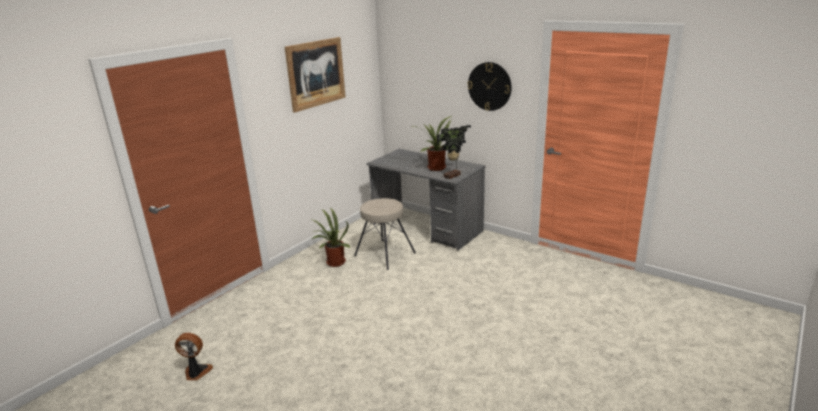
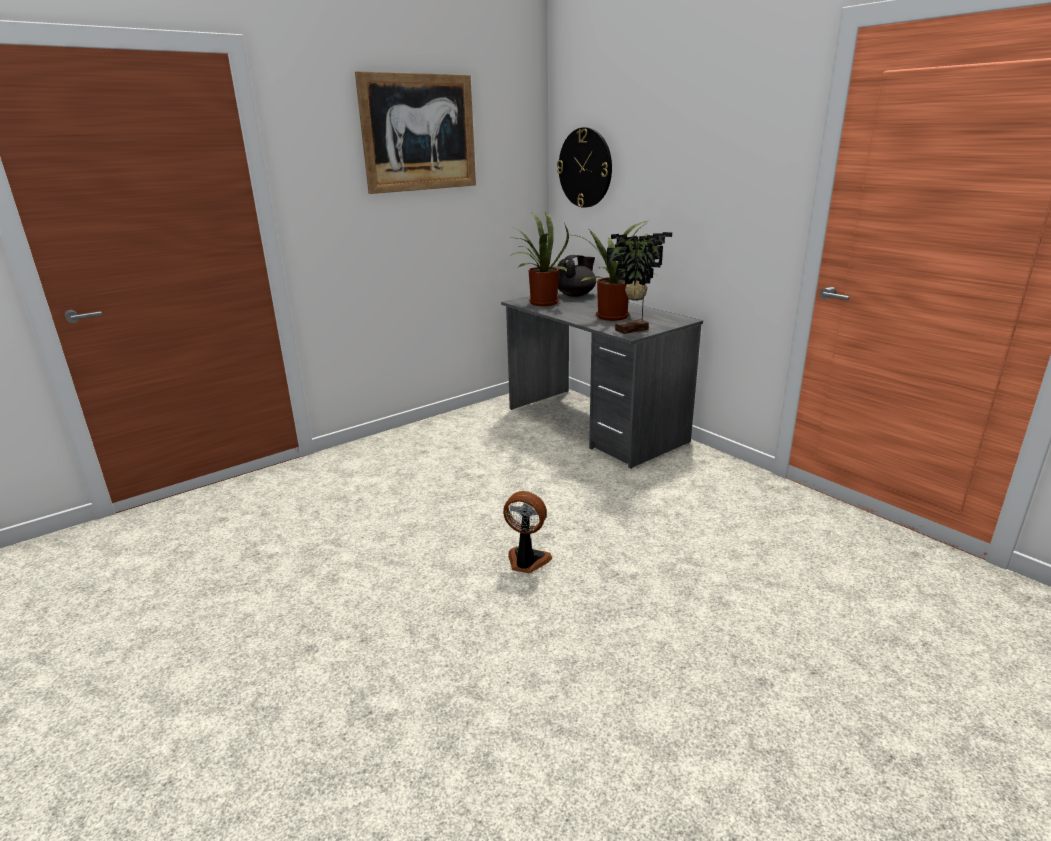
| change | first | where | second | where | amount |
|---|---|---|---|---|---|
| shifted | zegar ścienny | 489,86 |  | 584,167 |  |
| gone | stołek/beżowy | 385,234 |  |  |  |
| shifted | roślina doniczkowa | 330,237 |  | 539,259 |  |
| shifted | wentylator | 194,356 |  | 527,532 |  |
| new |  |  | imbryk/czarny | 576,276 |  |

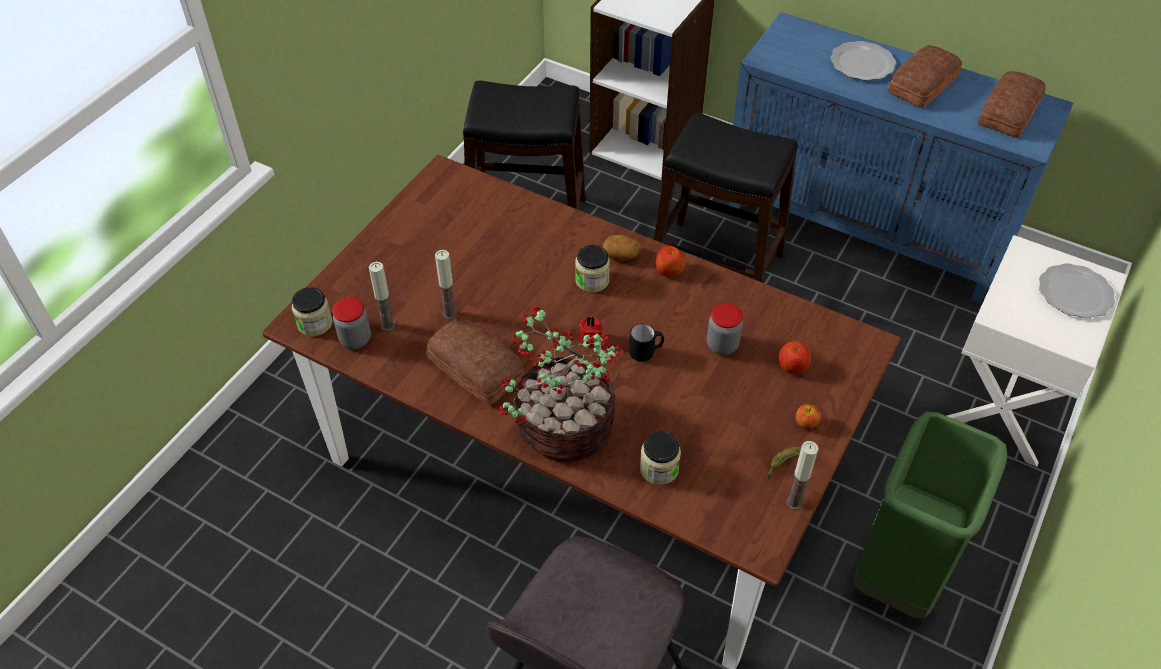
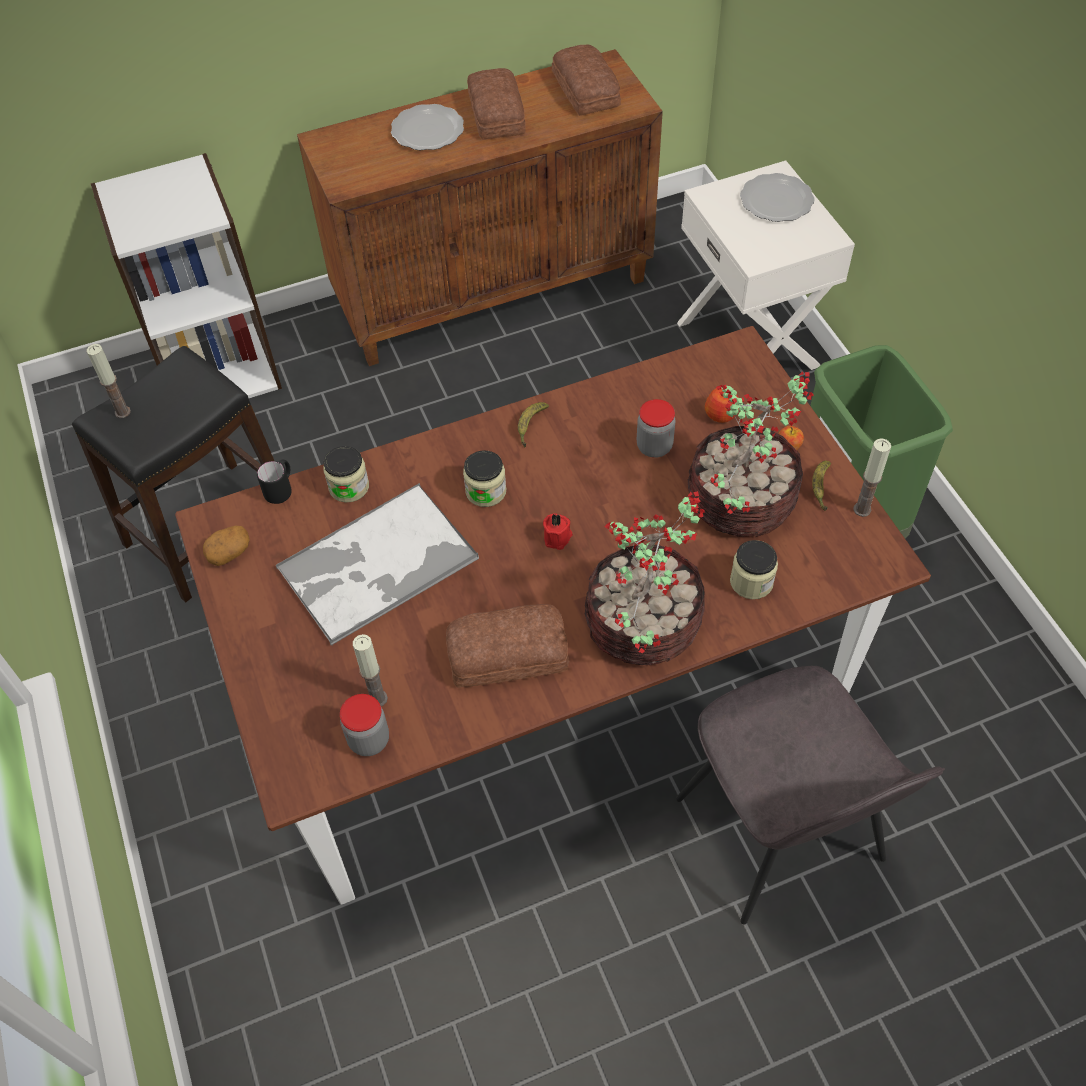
| change | first | where | second | where | amount |
|---|---|---|---|---|---|
| repainted | szafka/niebieski | 901,158 | szafka/brązowy | 480,207 |  |
| gone | stołek/czarny | 726,197 |  |  |  |
| shifted | ziemniak | 621,247 |  | 226,545 |  |
| swapped | jabłko | 670,261 | banan | 533,424 |  |
| shifted | świeca | 446,284 |  | 109,381 |  |
| shifted | słoik | 312,311 |  | 346,474 |  |
| shifted | kubek/czarny | 646,343 |  | 274,481 |  |
| new |  |  | roślina doniczkowa | 751,454 |  |
| new |  |  | taca | 377,564 |  |

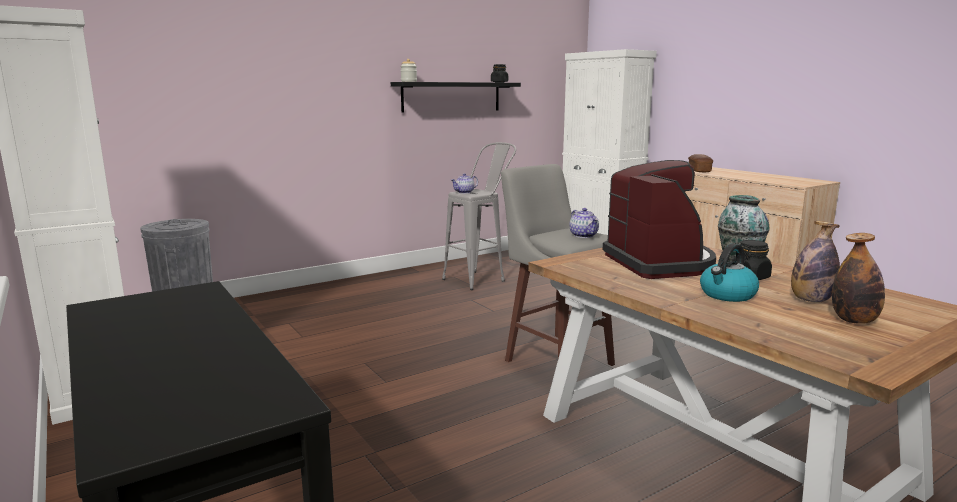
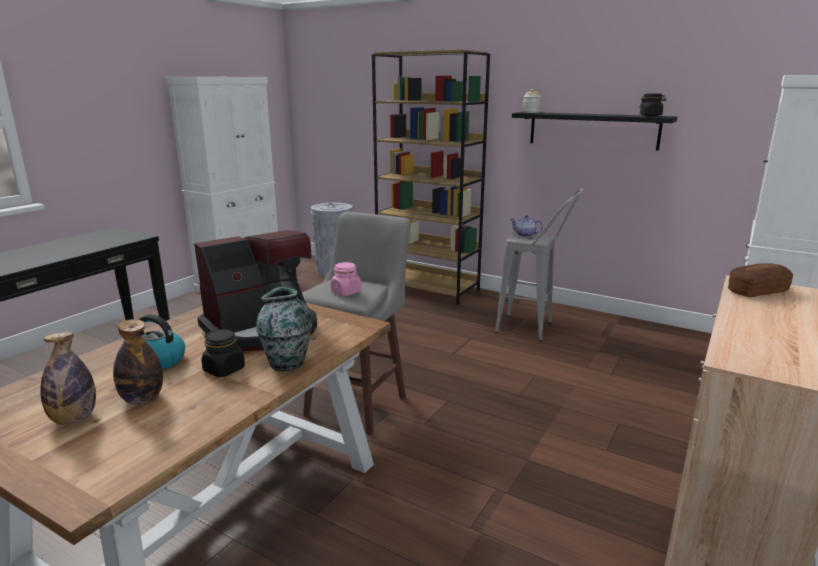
| change | first | where | second | where | amount |
|---|---|---|---|---|---|
| swapped | imbryk | 584,223 | słoik/różowy | 346,279 |  |
| new |  |  | regał/brązowy | 431,177 |  |

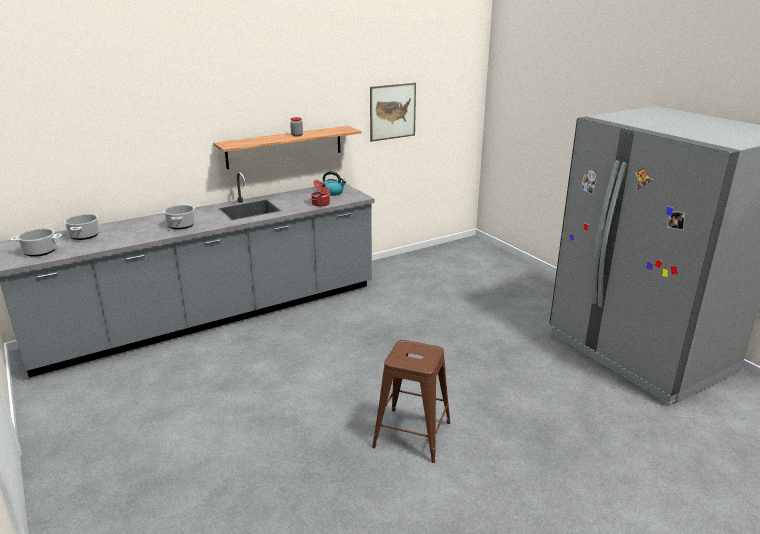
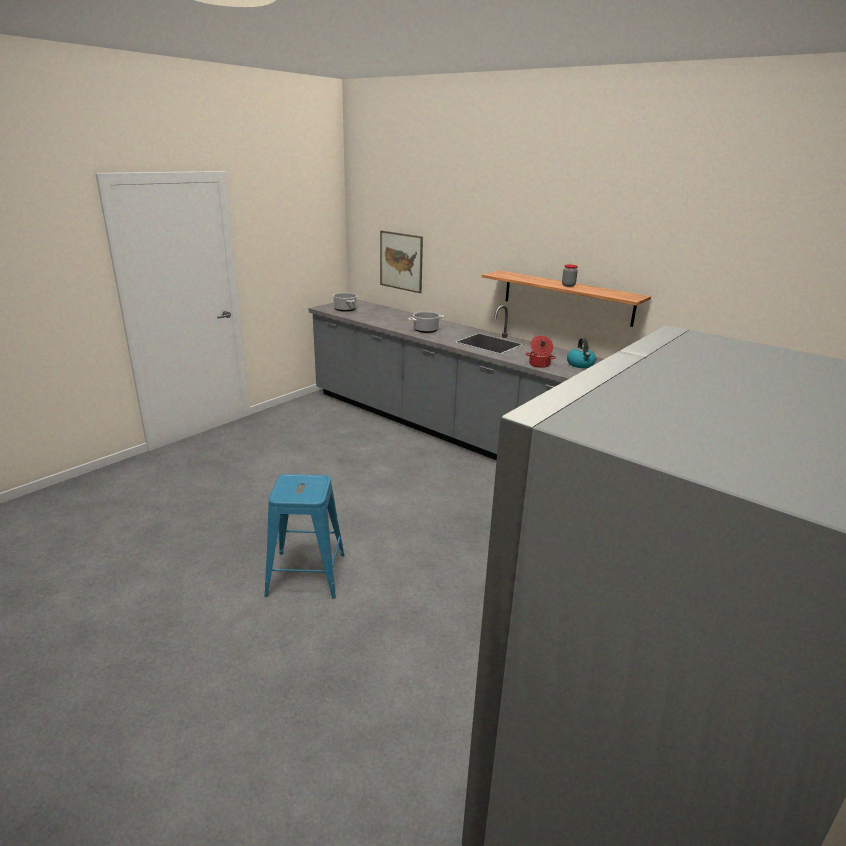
| change | first | where | second | where | amount |
|---|---|---|---|---|---|
| shifted | obraz | 393,112 |  | 401,262 |  |
| gone | garnek | 82,227 |  |  |  |
| repainted | stołek/brązowy | 411,401 | stołek/niebieski | 304,536 |  |

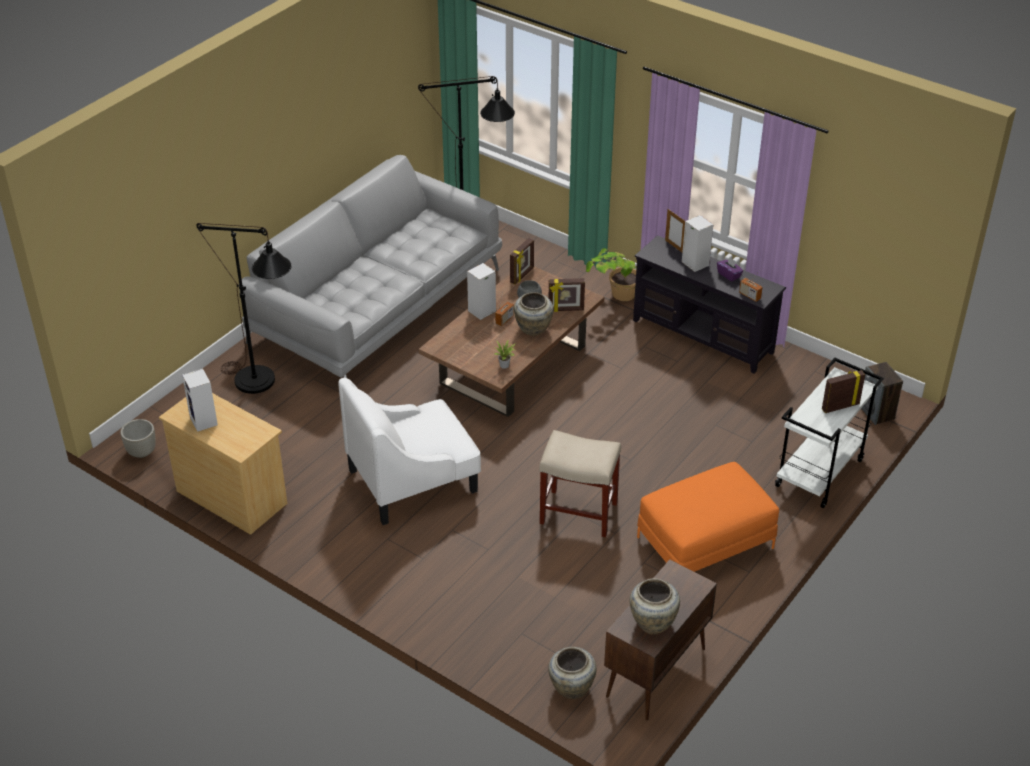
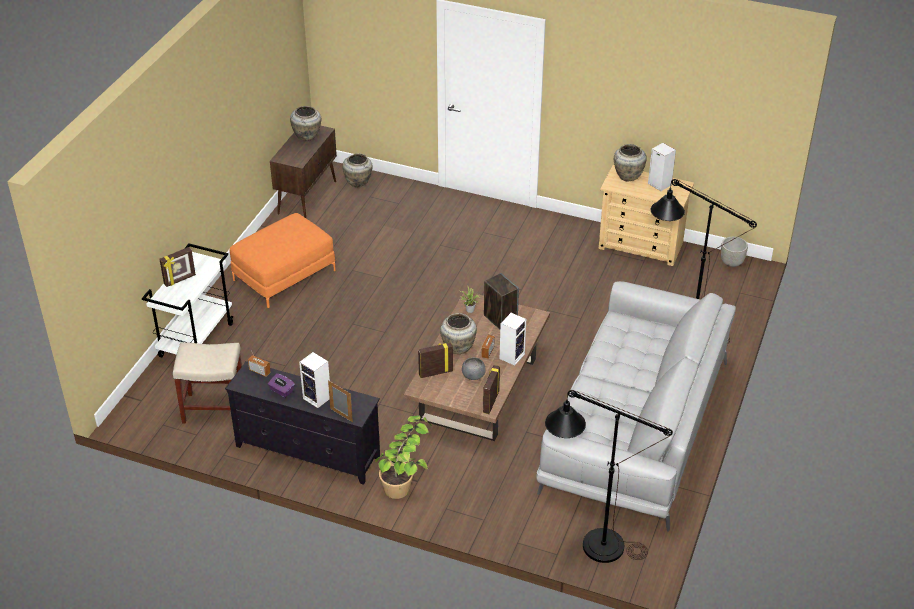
| change | first | where | second | where | amount |
|---|---|---|---|---|---|
| shifted | głośnik | 882,393 |  | 501,301 |  |
| gone | fotel/biały | 409,451 |  |  |  |
| shifted | stołek/beżowy | 580,483 |  | 207,382 |  |
| new |  |  | wazon/beżowy | 630,162 |  |

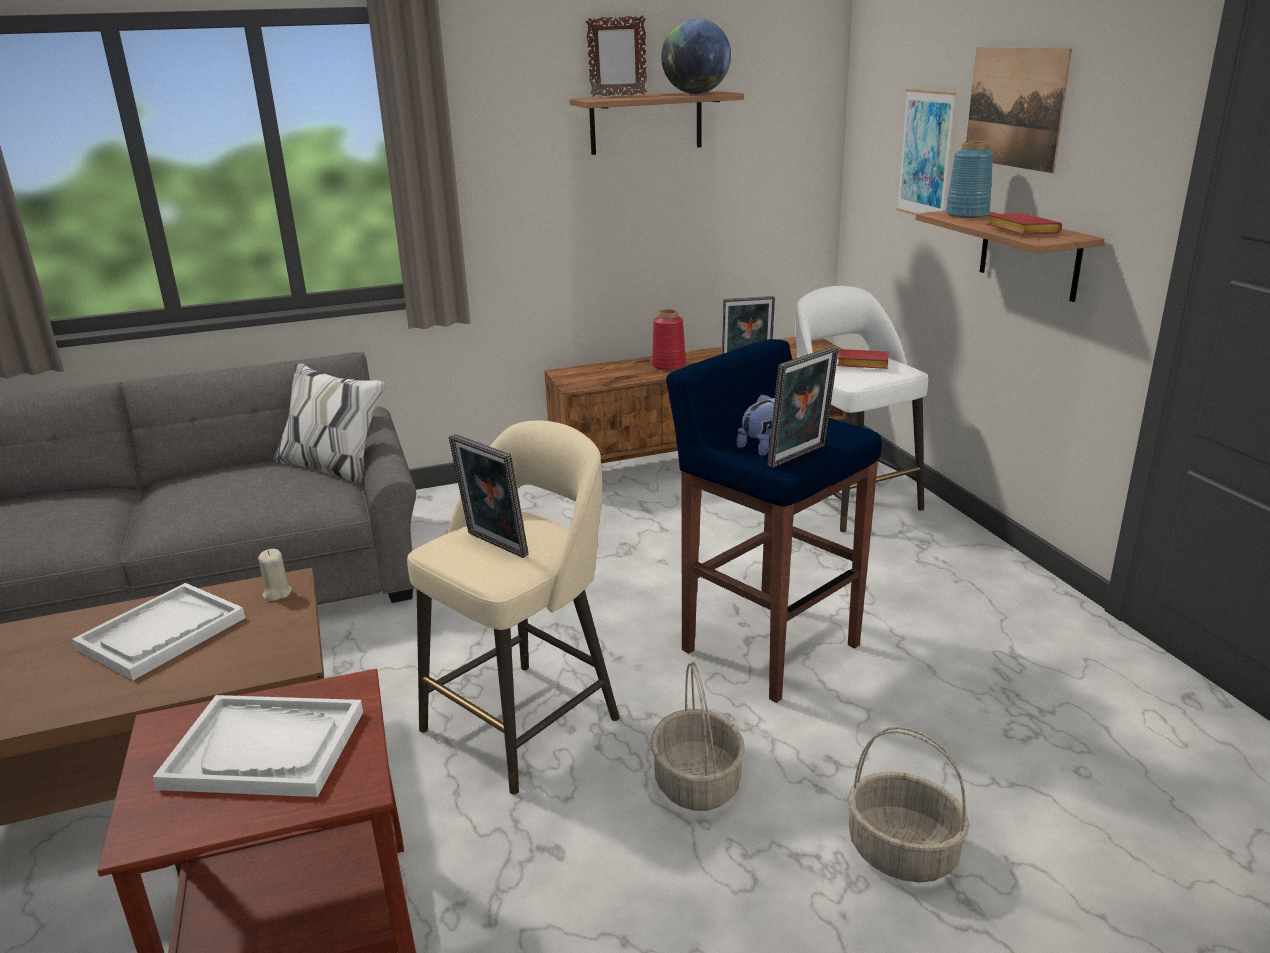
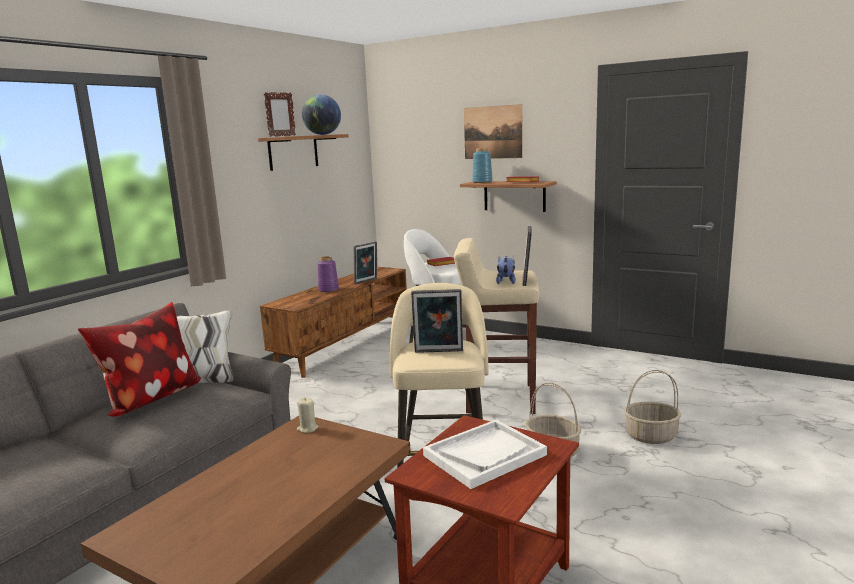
| change | first | where | second | where | amount |
|---|---|---|---|---|---|
| gone | obraz | 926,152 |  |  |  |
| repainted | wazon/czerwony | 669,340 | wazon/fioletowy | 328,274 |  |
| repainted | stołek/niebieski | 774,521 | stołek/beżowy | 496,326 |  |
| gone | taca/biały | 158,631 |  |  |  |
| new |  |  | poduszka | 139,359 |  |

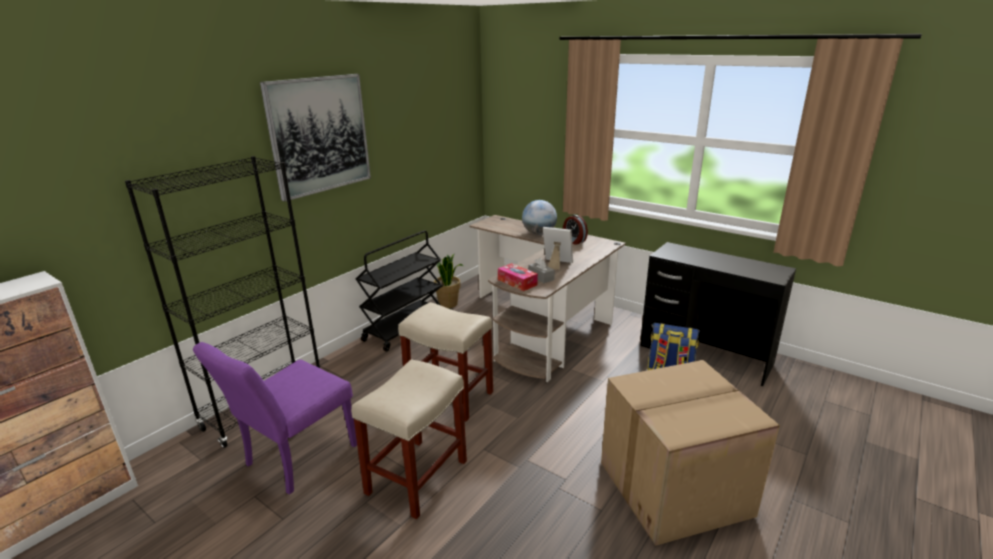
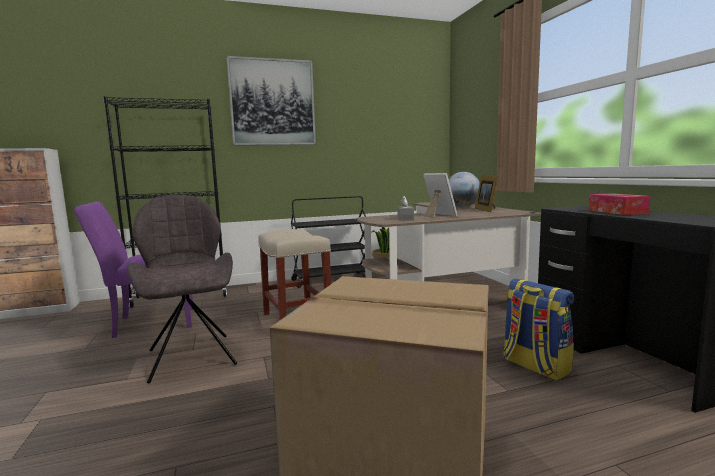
| change | first | where | second | where | amount |
|---|---|---|---|---|---|
| swapped | budzik | 575,230 | ramka na zdjęcie | 487,194 |  |
| shifted | pudełko chusteczek | 518,277 |  | 619,204 |  |
| swapped | stołek/beżowy | 409,439 | krzesło/szary | 182,289 |  |

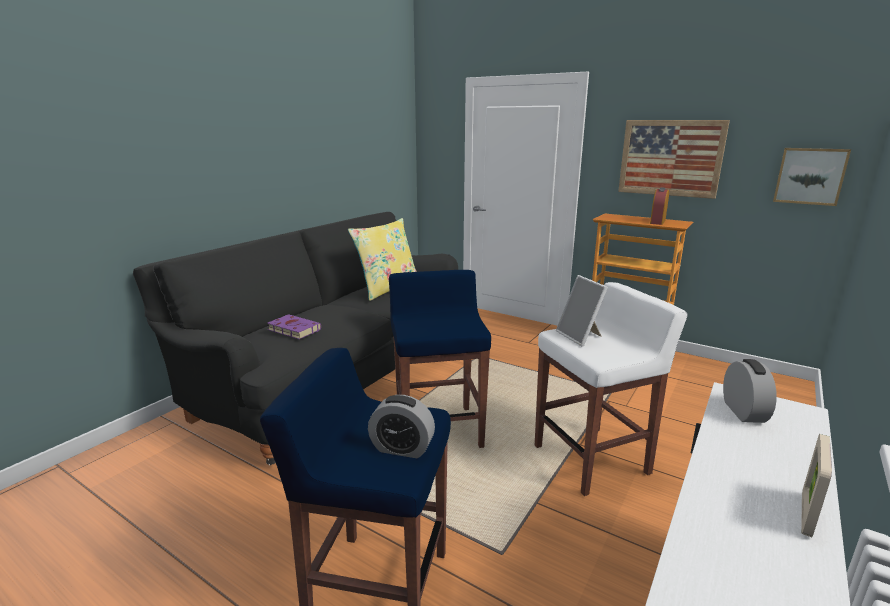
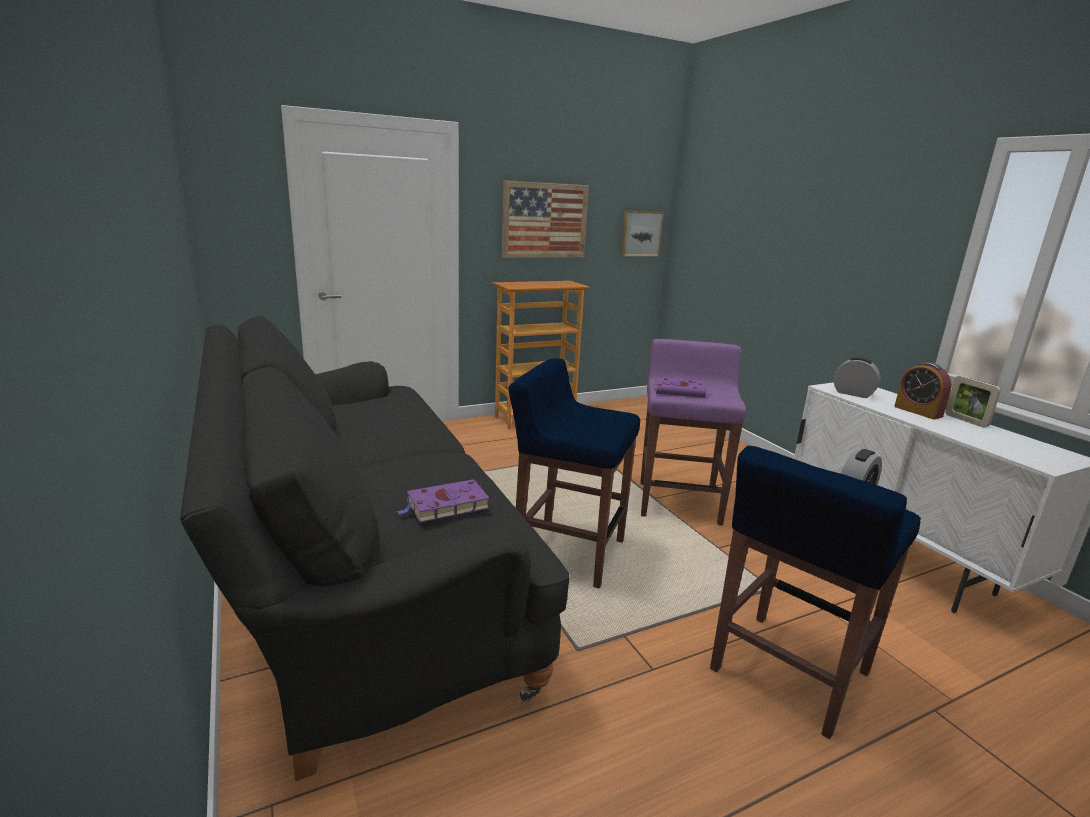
| change | first | where | second | where | amount |
|---|---|---|---|---|---|
| shifted | budzik | 659,206 |  | 923,391 |  |
| gone | poduszka/żółty | 382,259 |  |  |  |
| swapped | ramka na zdjęcie | 582,311 | książka/fioletowy | 683,387 |  |
| repainted | stołek/biały | 611,389 | stołek/fioletowy | 693,432 |  |

